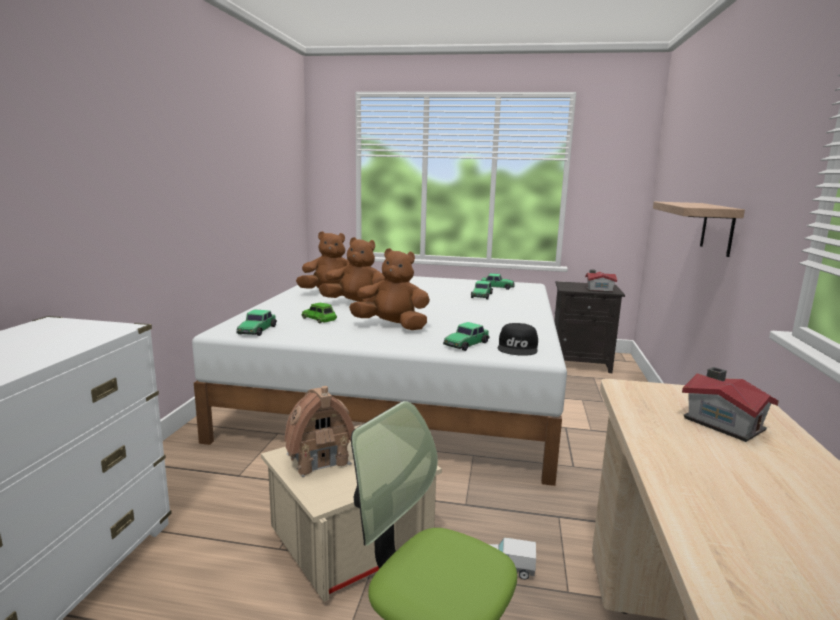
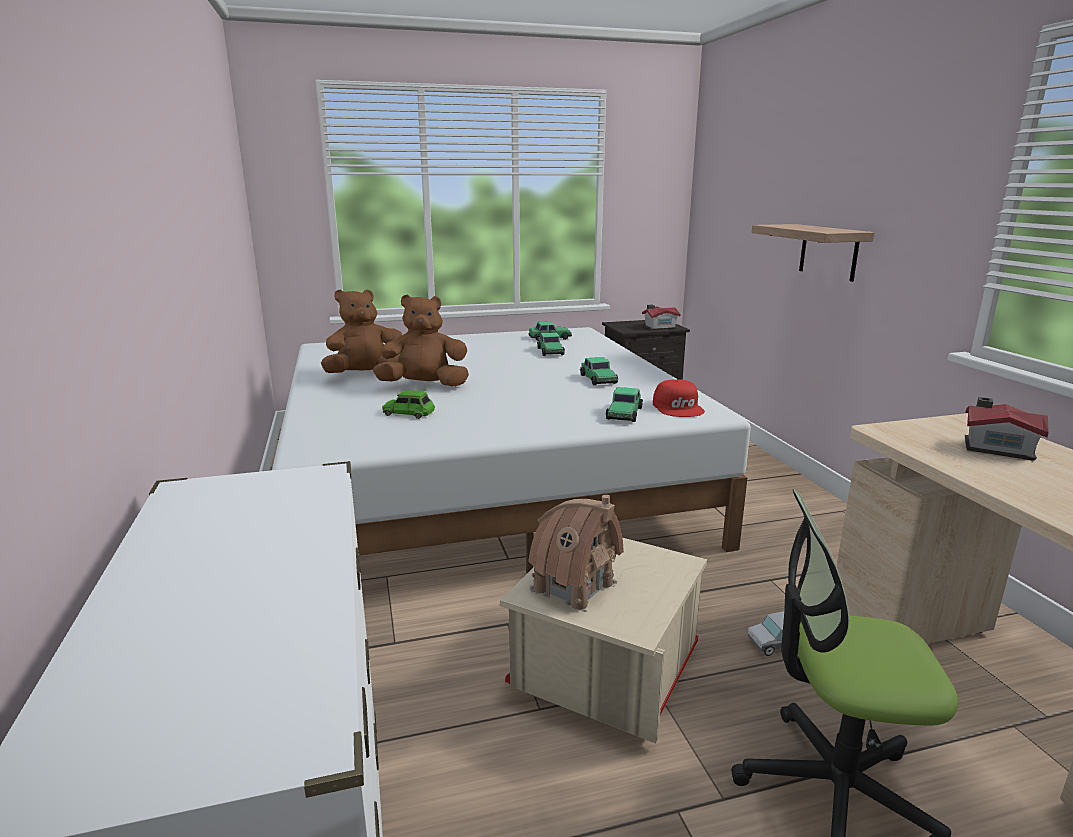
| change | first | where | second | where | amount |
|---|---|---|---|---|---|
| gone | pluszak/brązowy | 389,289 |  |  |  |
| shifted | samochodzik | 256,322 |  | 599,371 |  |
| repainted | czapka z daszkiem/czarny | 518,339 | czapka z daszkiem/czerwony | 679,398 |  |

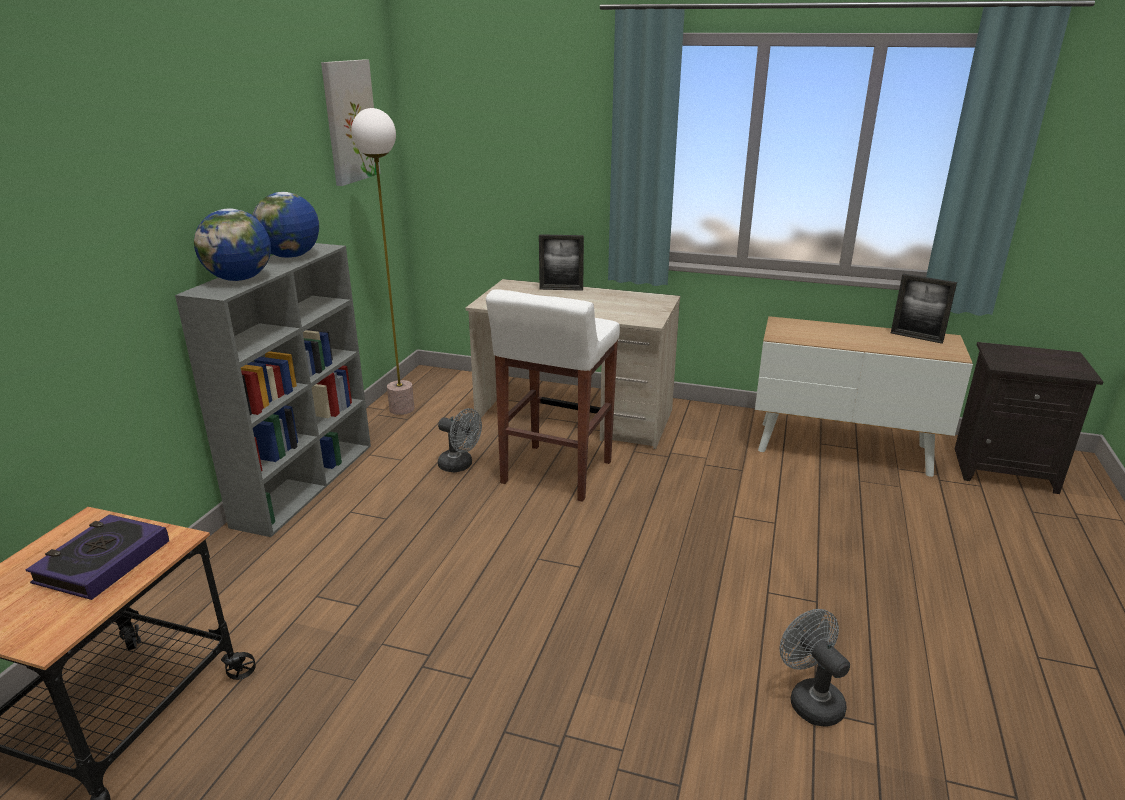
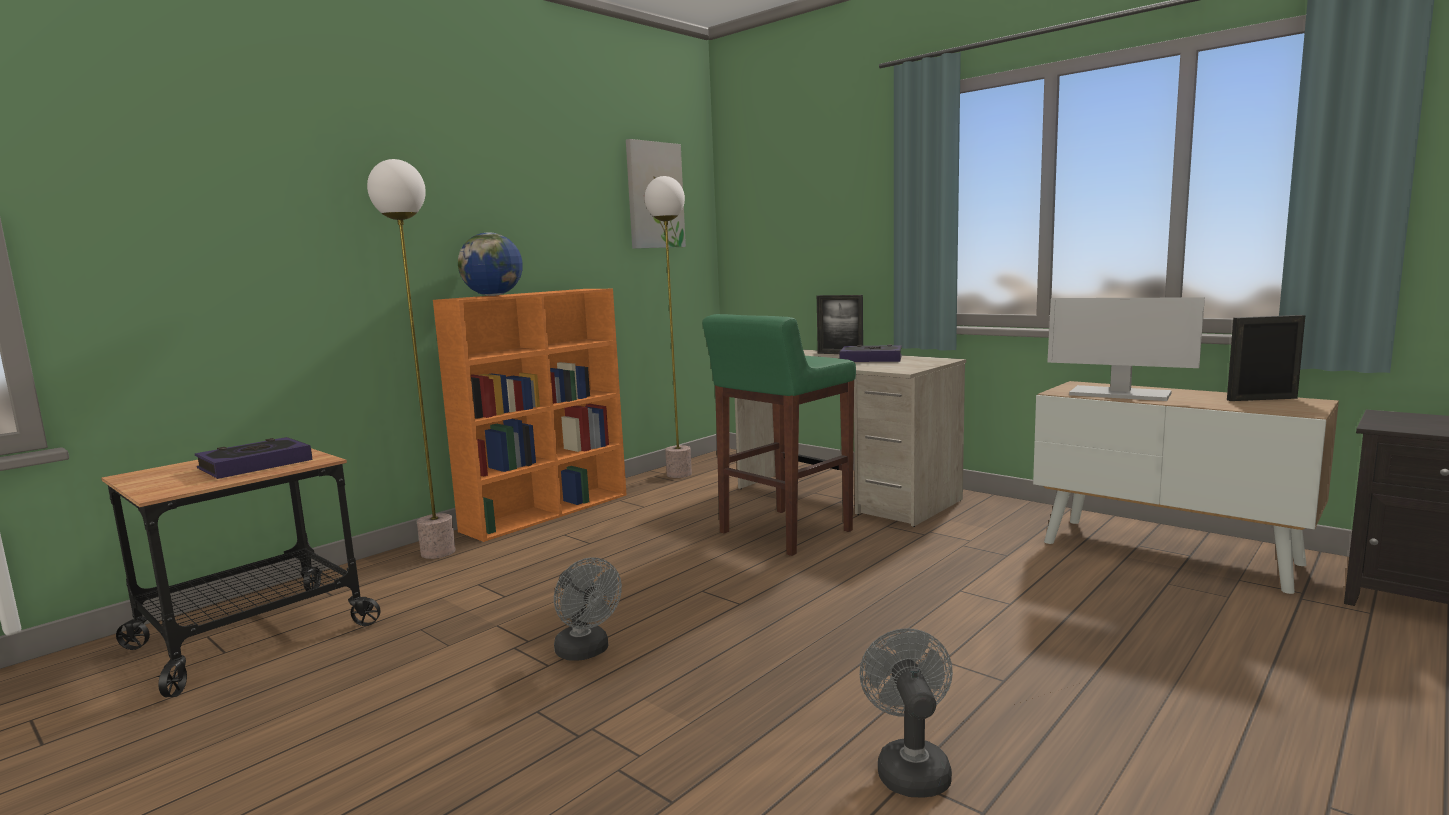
| change | first | where | second | where | amount |
|---|---|---|---|---|---|
| gone | globus | 285,225 |  |  |  |
| repainted | regał/szary | 273,390 | regał/pomarańczowy | 530,415 |  |
| rotated | ramka na zdjęcie | 924,309 |  | 1266,358 | 120 degrees clockwise |
| repainted | stołek/biały | 553,395 | stołek/zielony | 779,435 |  |
| shifted | wentylator/szary | 460,440 |  | 588,609 |  |
| new |  |  | lampa stojąca | 411,359 |  |
| new |  |  | monitor | 1126,349 |  |
| new |  |  | książka | 871,353 |  |

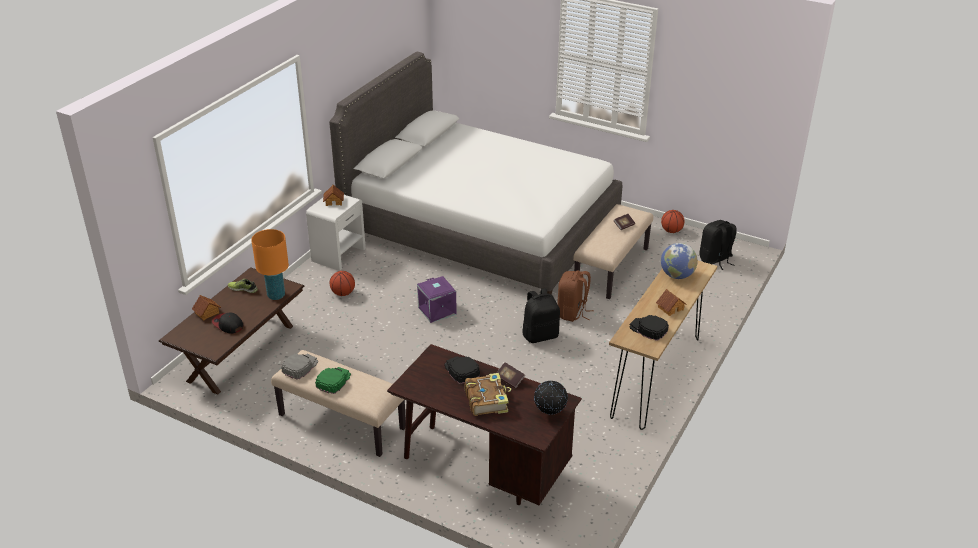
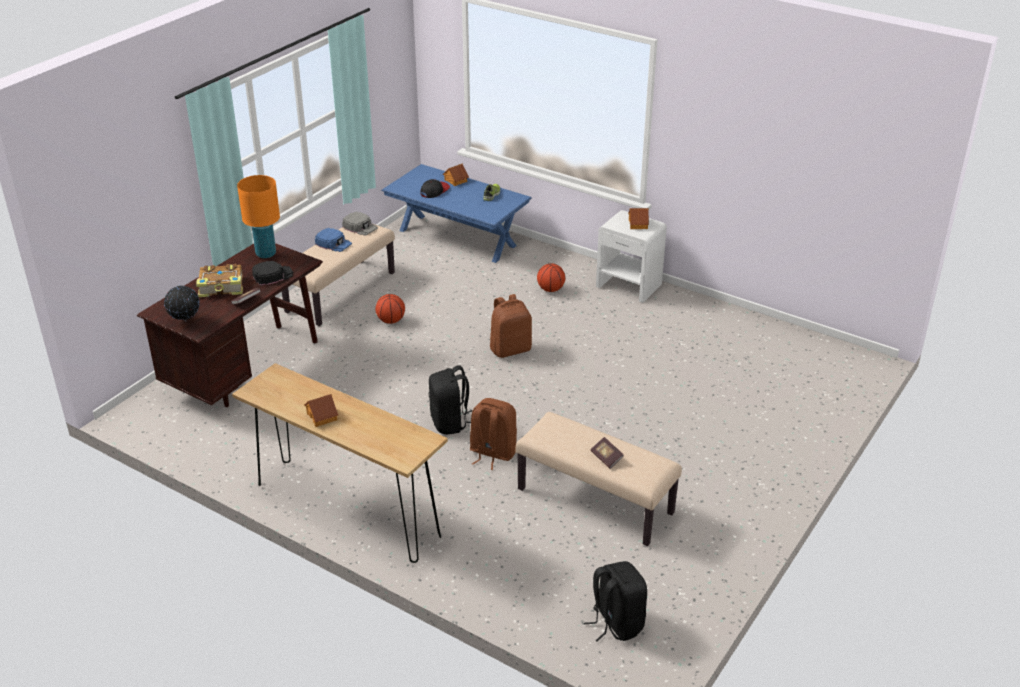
| change | first | where | second | where | amount |
|---|---|---|---|---|---|
| gone | łóżko/biały | 475,173 |  |  |  |
| shifted | piłka do koszykówki | 672,221 |  | 390,309 |  |
| shifted | lampa stołowa/pomarańczowy | 270,264 |  | 258,216 |  |
| gone | globus | 679,261 |  |  |  |
| repainted | ława/brązowy | 231,331 | ława/niebieski | 456,213 |  |
| swapped | pojemnik do przechowywania/fioletowy | 437,299 | plecak/brązowy | 511,326 |  |
| gone | czapka z daszkiem/czarny | 649,328 |  |  |  |
| repainted | czapka z daszkiem/zielony | 333,380 | czapka z daszkiem/niebieski | 333,240 |  |

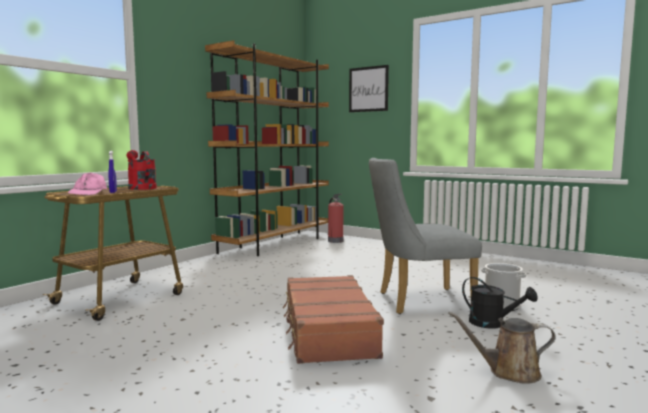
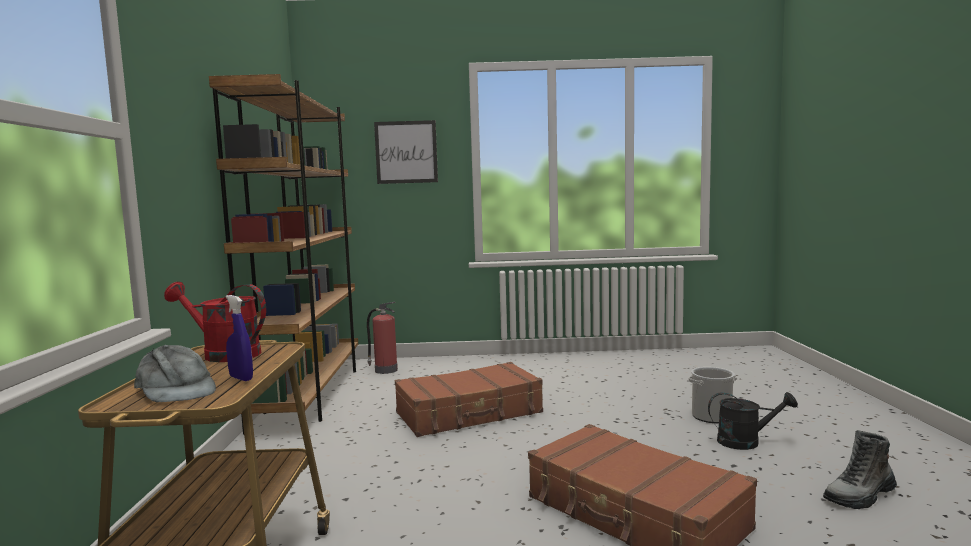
| change | first | where | second | where | amount |
|---|---|---|---|---|---|
| gone | krzesło/szary | 425,236 |  |  |  |
| repainted | czapka z daszkiem/różowy | 87,183 | czapka z daszkiem/szary | 175,373 |  |
| swapped | konewka/brązowy | 502,348 | but z cholewką | 860,469 |  |
| new |  |  | walizka/brązowy | 469,399 |  |

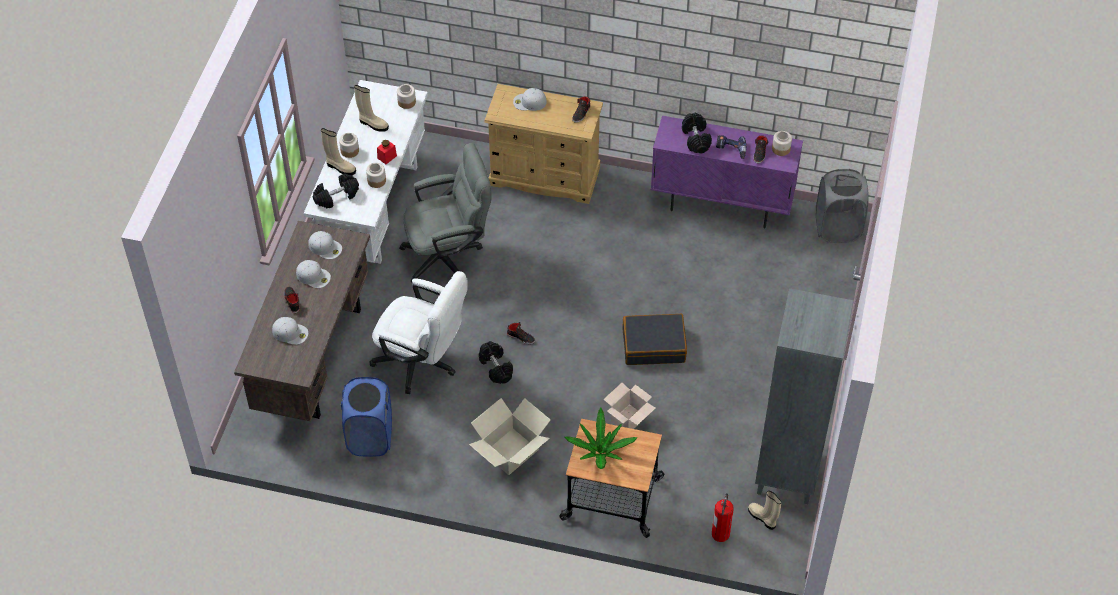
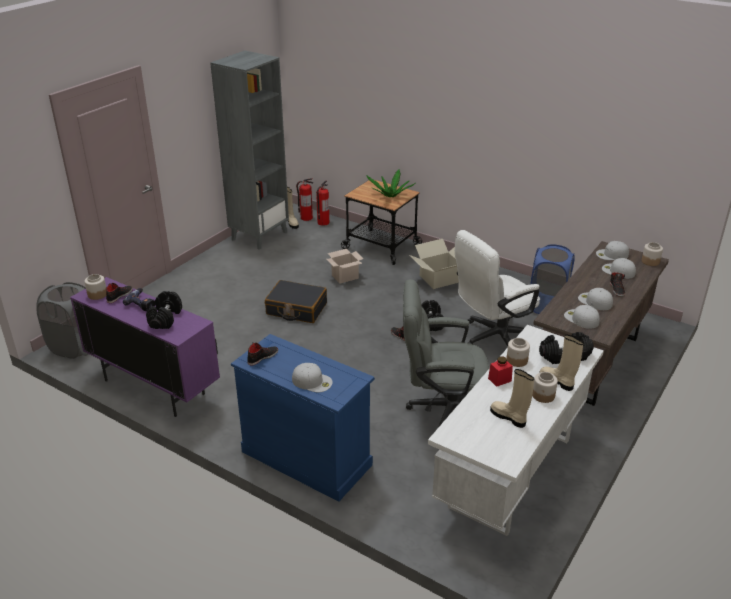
| change | first | where | second | where | amount |
|---|---|---|---|---|---|
| shifted | słoik | 406,96 |  | 652,254 |  |
| repainted | komoda/beżowy | 543,144 | komoda/niebieski | 303,418 |  |
| rotated | krzesło biurowe/biały | 419,332 |  | 497,288 | 75 degrees counterclockwise |
| new |  |  | gaśnica | 304,199 |  |
| new |  |  | czapka z daszkiem/biały | 612,250 |  |

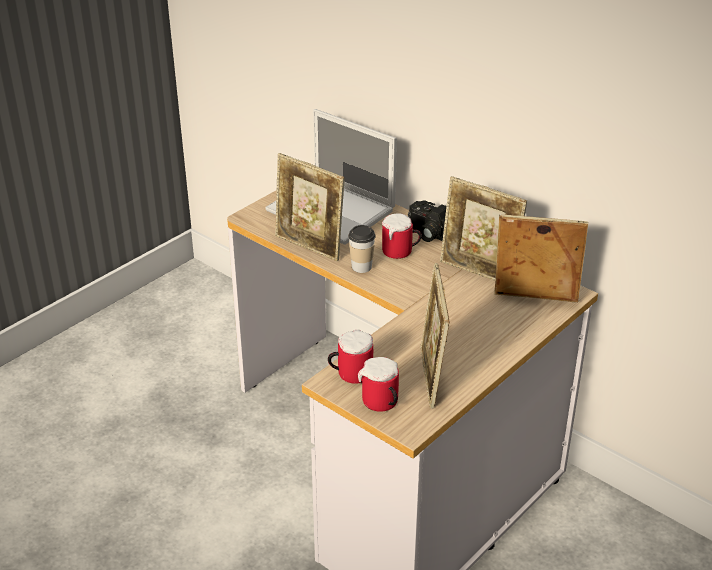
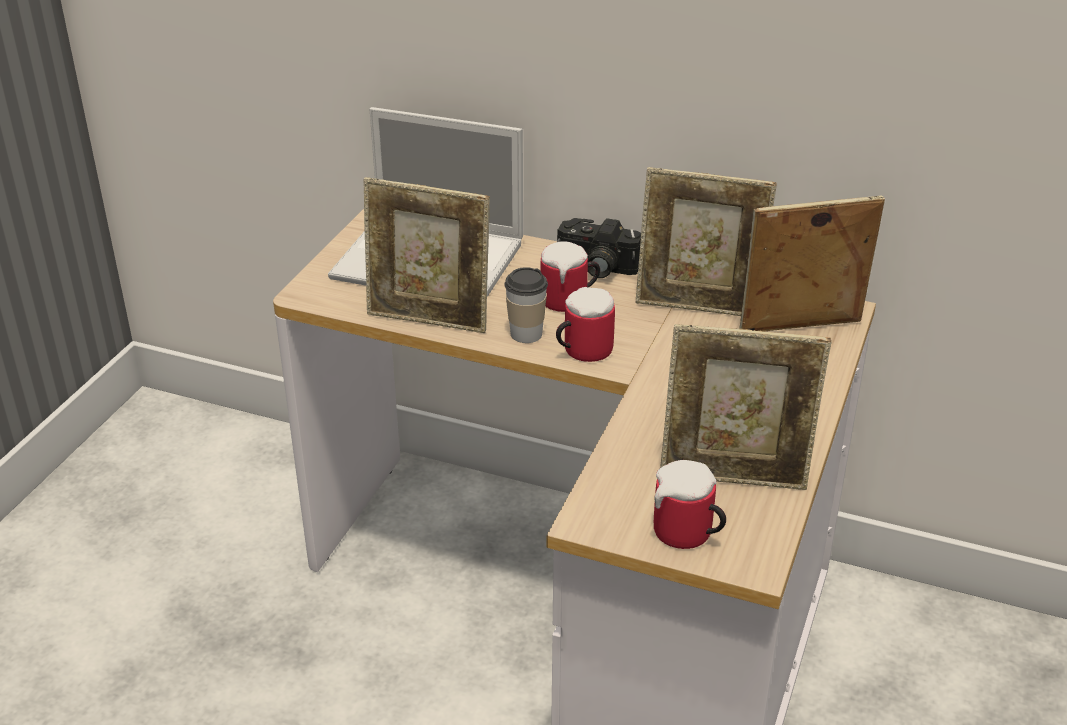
| change | first | where | second | where | amount |
|---|---|---|---|---|---|
| rotated | ramka na zdjęcie | 435,336 |  | 746,407 | 60 degrees counterclockwise |
| shifted | kubek | 350,357 |  | 585,324 |  |

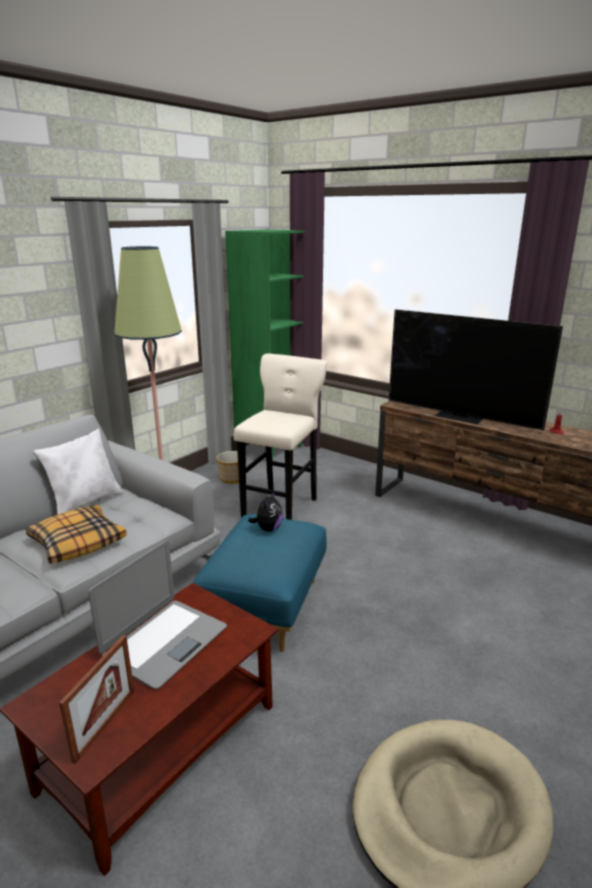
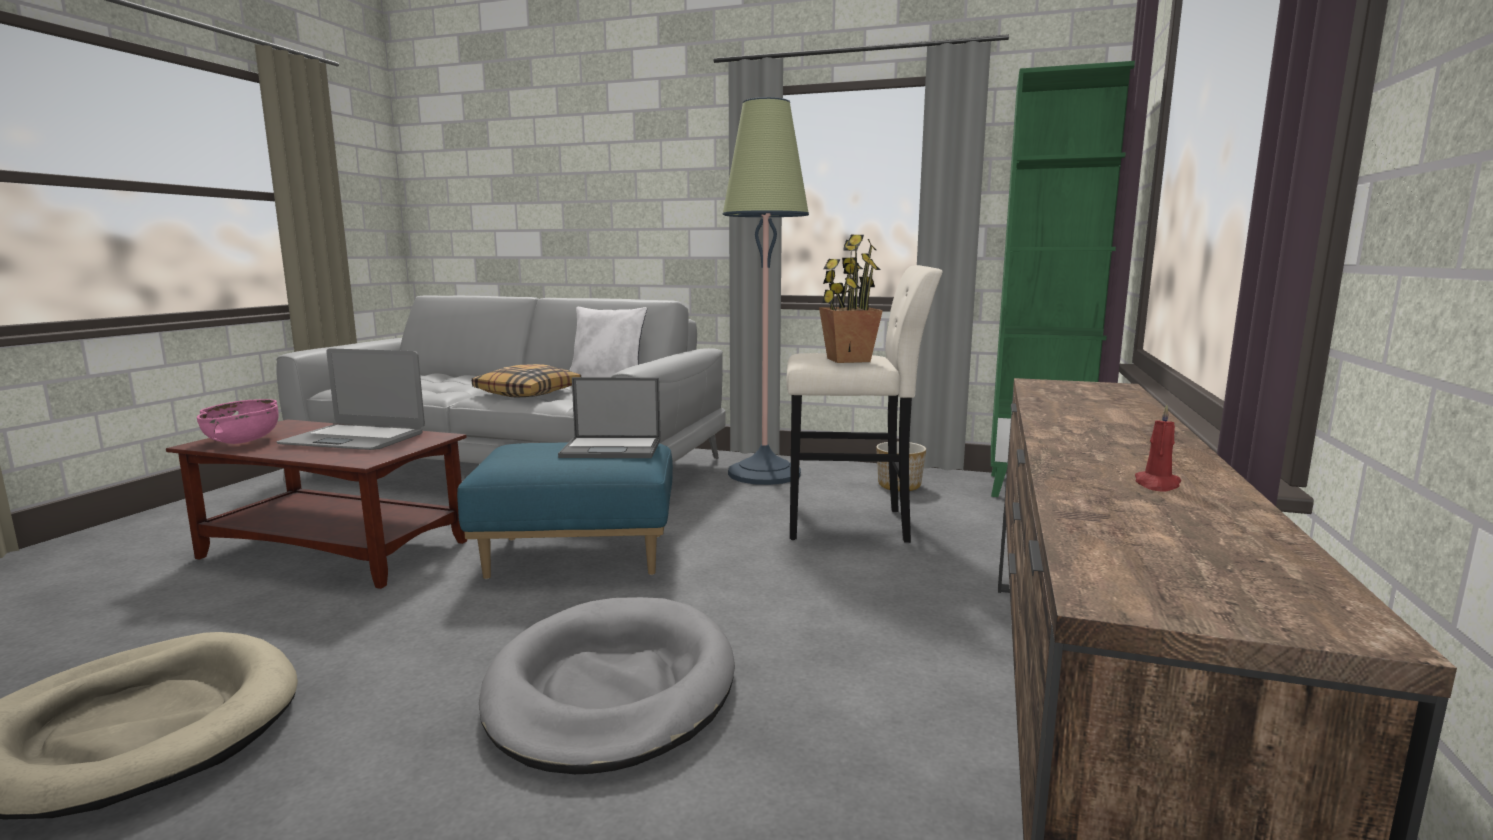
| change | first | where | second | where | amount |
|---|---|---|---|---|---|
| gone | telewizor | 476,369 |  |  |  |
| swapped | pluszak | 265,511 | laptop | 609,417 |  |
| swapped | ramka na zdjęcie | 96,699 | miska/różowy | 238,421 |  |
| new |  |  | roślina doniczkowa | 851,299 |  |
| new |  |  | legowisko/szary | 607,685 |  |

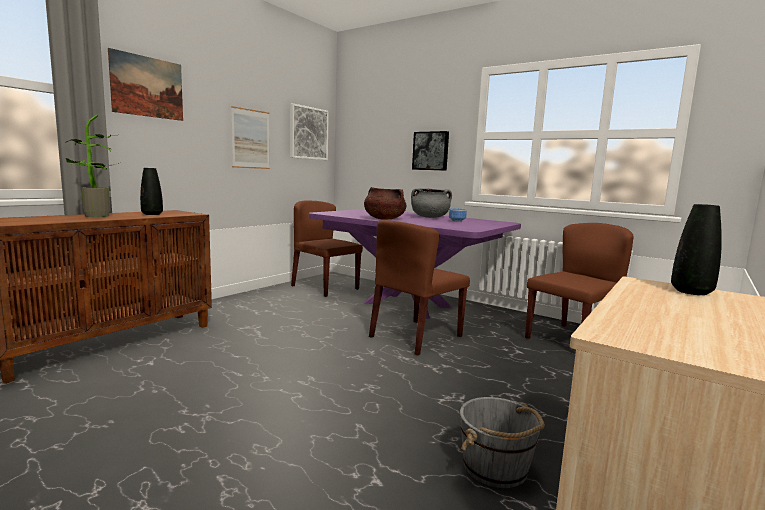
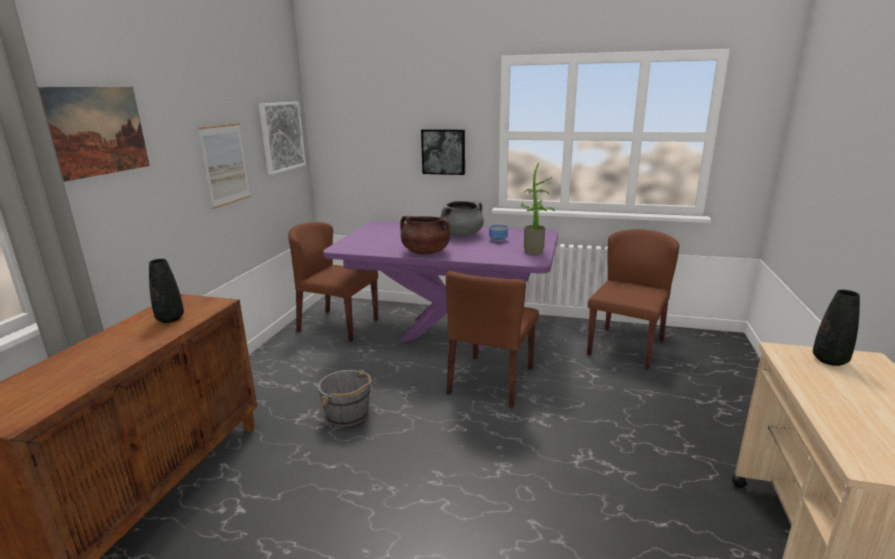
| change | first | where | second | where | amount |
|---|---|---|---|---|---|
| shifted | roślina doniczkowa | 92,165 |  | 538,208 |  |
| shifted | wiadro/szary | 502,442 |  | 345,398 |  |

